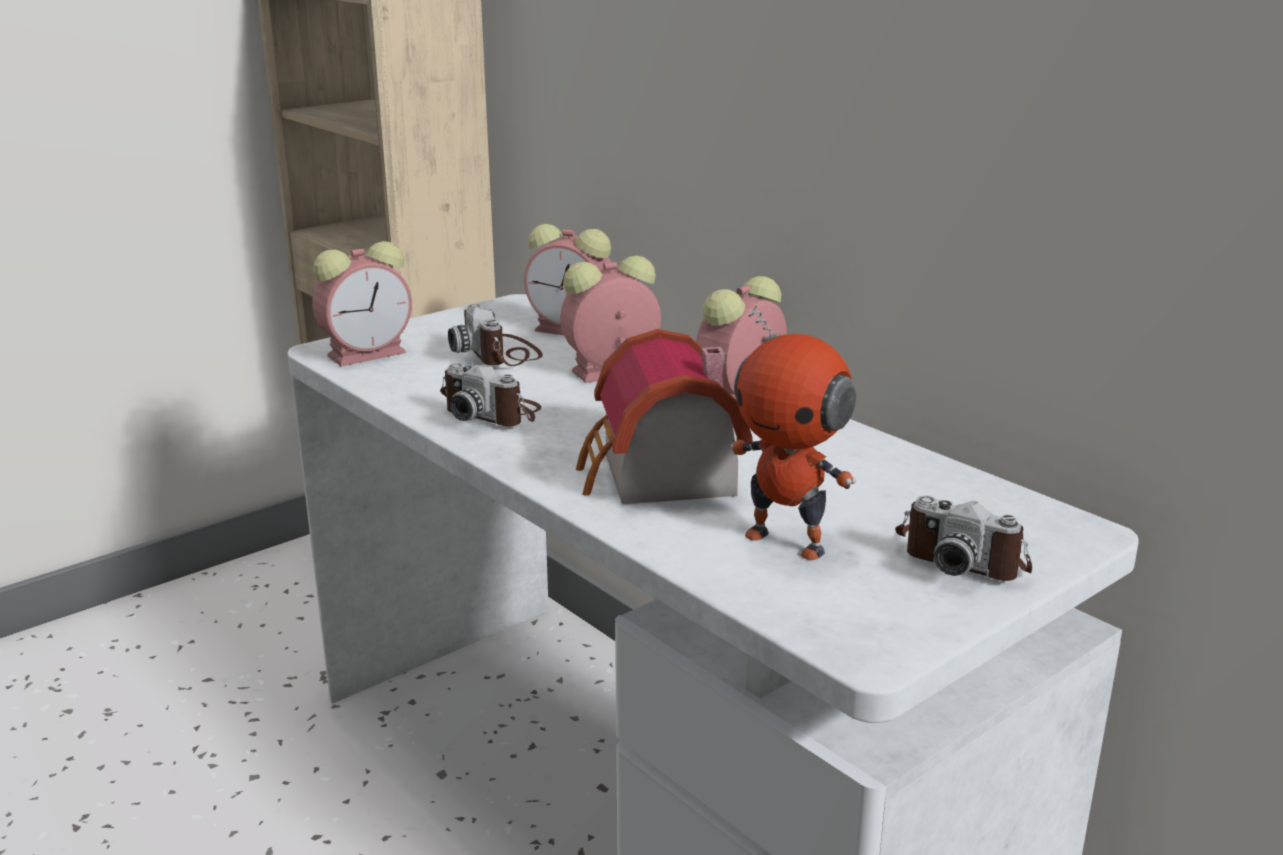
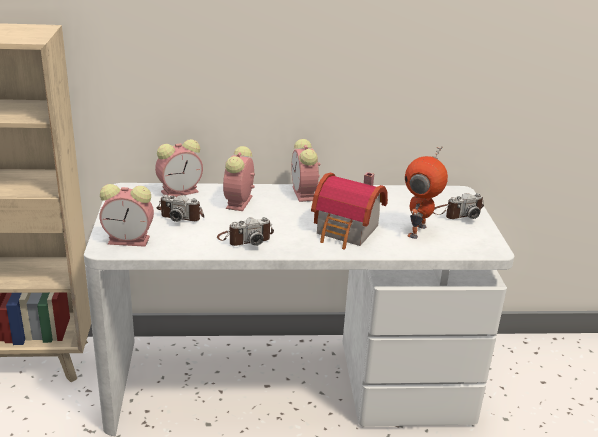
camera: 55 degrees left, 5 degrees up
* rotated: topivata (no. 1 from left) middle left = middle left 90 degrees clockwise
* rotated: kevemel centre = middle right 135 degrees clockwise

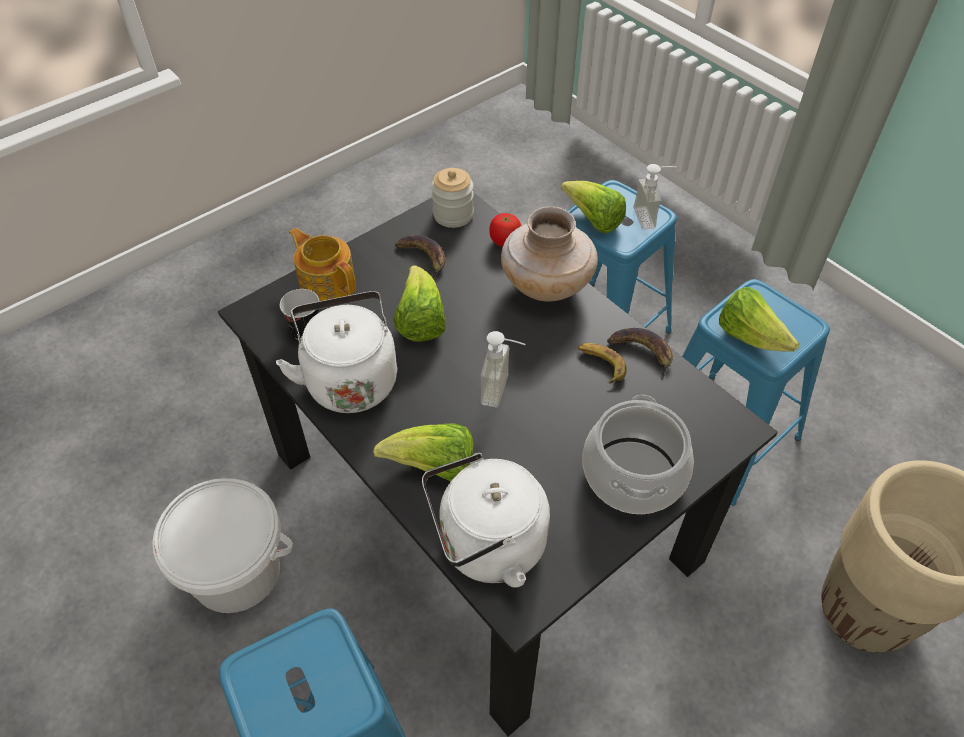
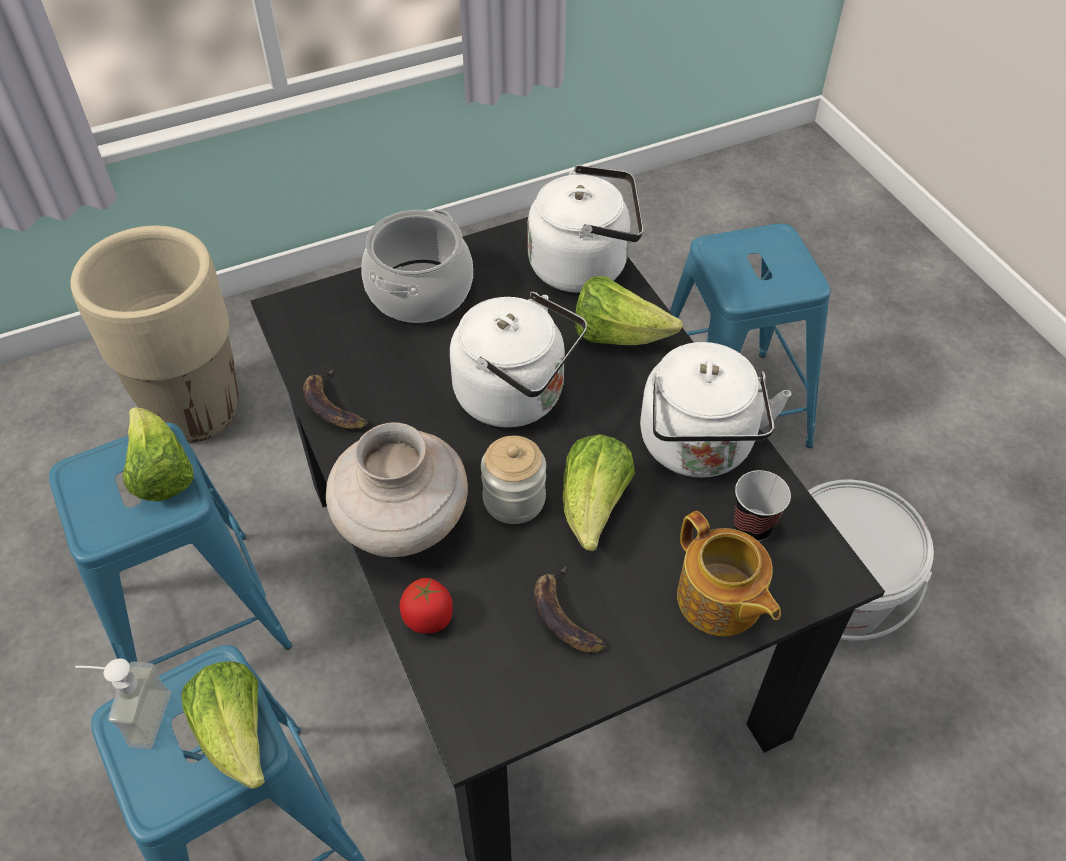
camera: 165 degrees left, 0 degrees up
* swapped: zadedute (no. 1 from left) centre to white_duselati (no. 1 from left) centre
* shifted: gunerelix top centre to centre
* gone: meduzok (no. 2 from left) centre

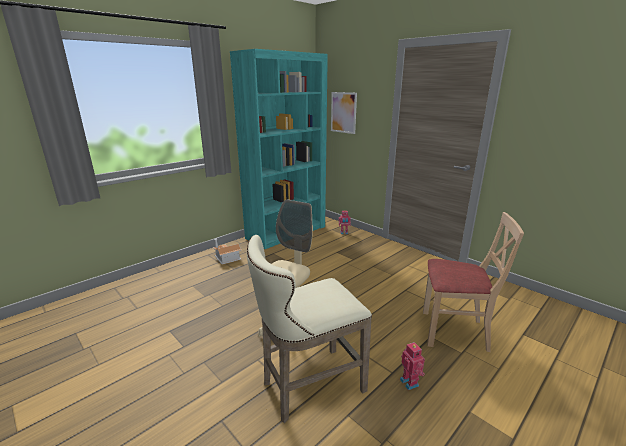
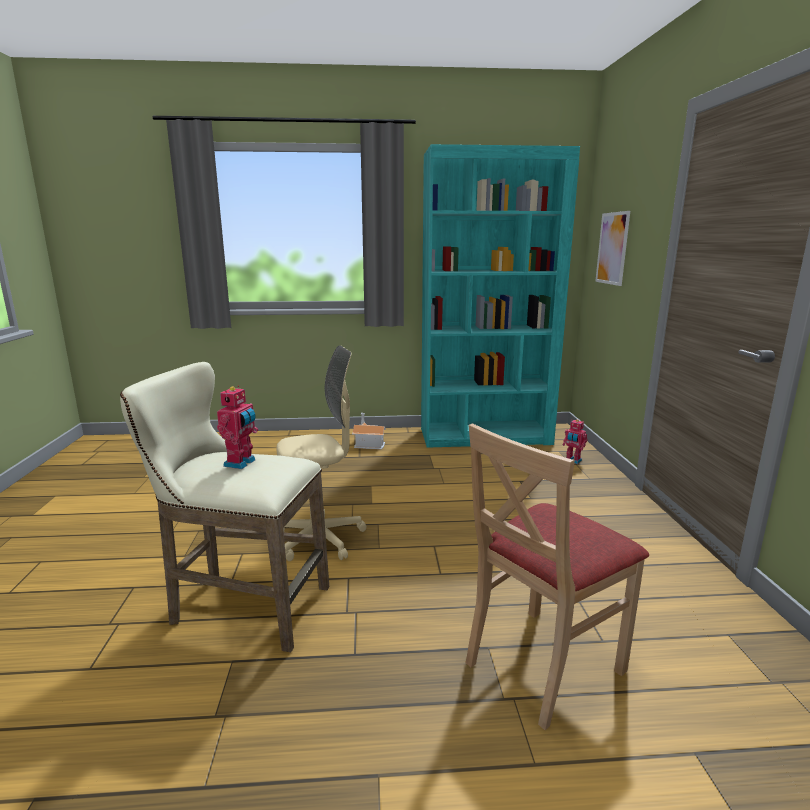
camera: 40 degrees right, 5 degrees down
* shifted: kevemel (no. 2 from left in the first image) bottom centre to kevemel (no. 1 from left) middle left
* rotated: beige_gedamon middle right = bottom right 90 degrees clockwise

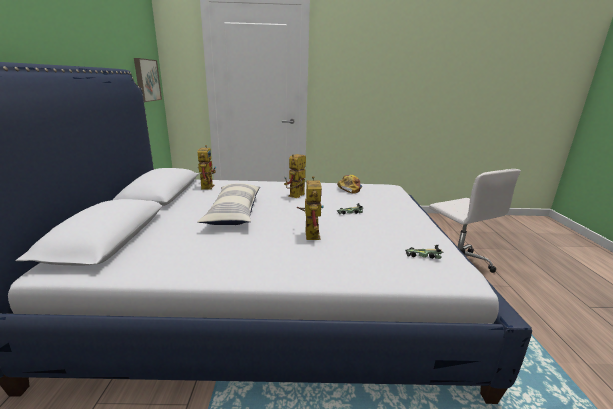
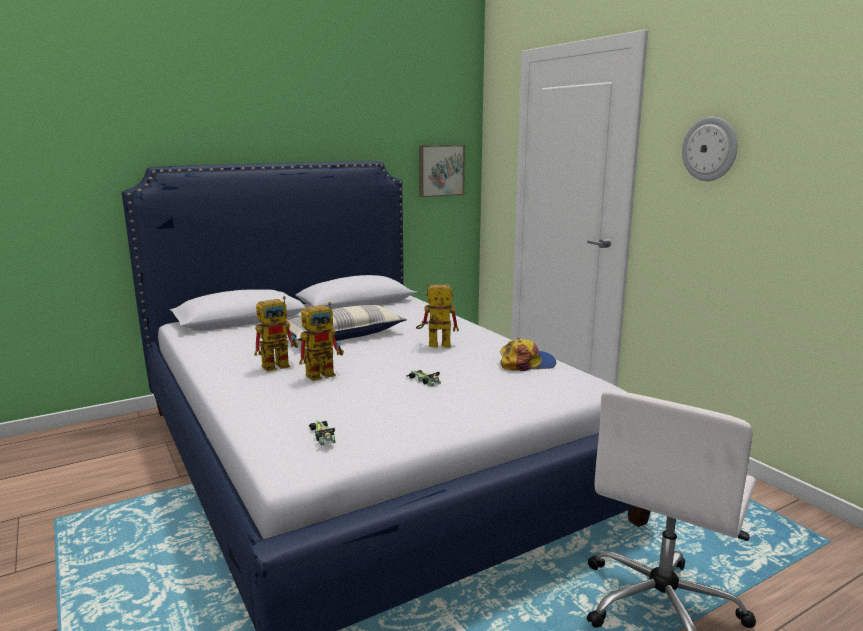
camera: 60 degrees right, 5 degrees down
* shifted: kevemel (no. 1 from left) centre to middle left
* new: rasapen top right

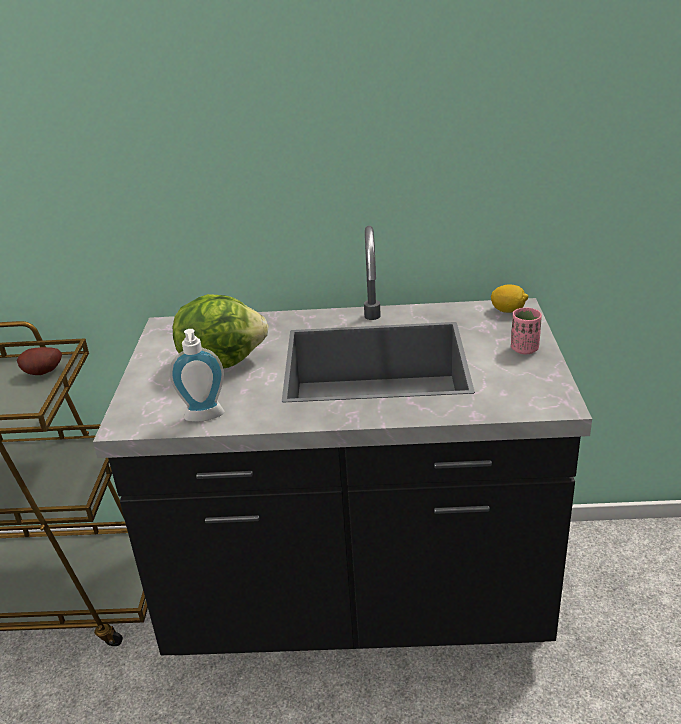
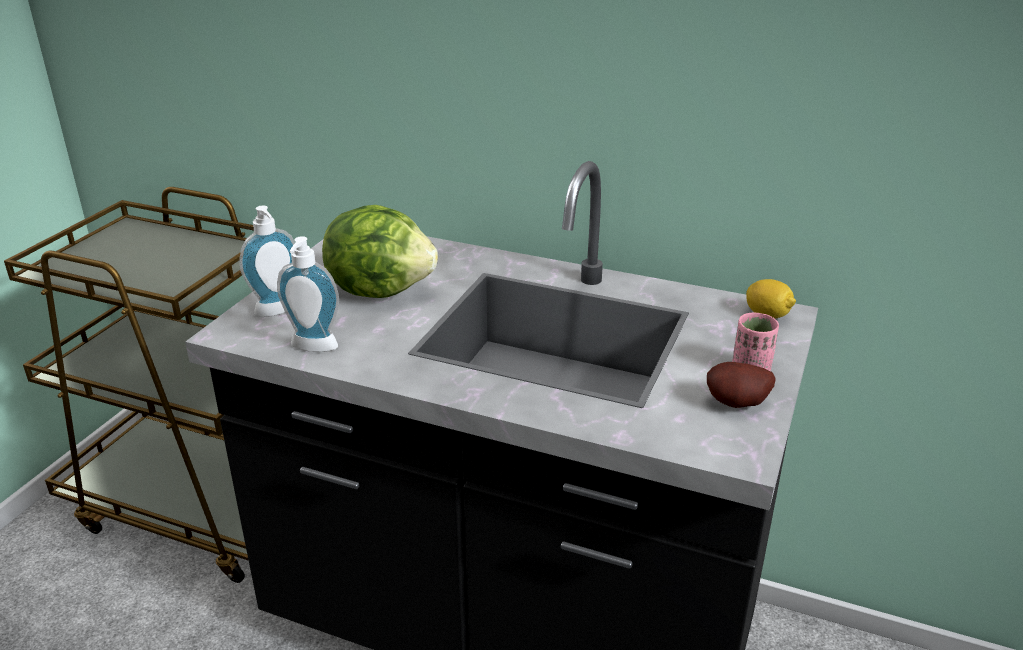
camera: 20 degrees right, 0 degrees up
* new: zadedute (no. 1 from left) middle left
* shifted: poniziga middle left to middle right

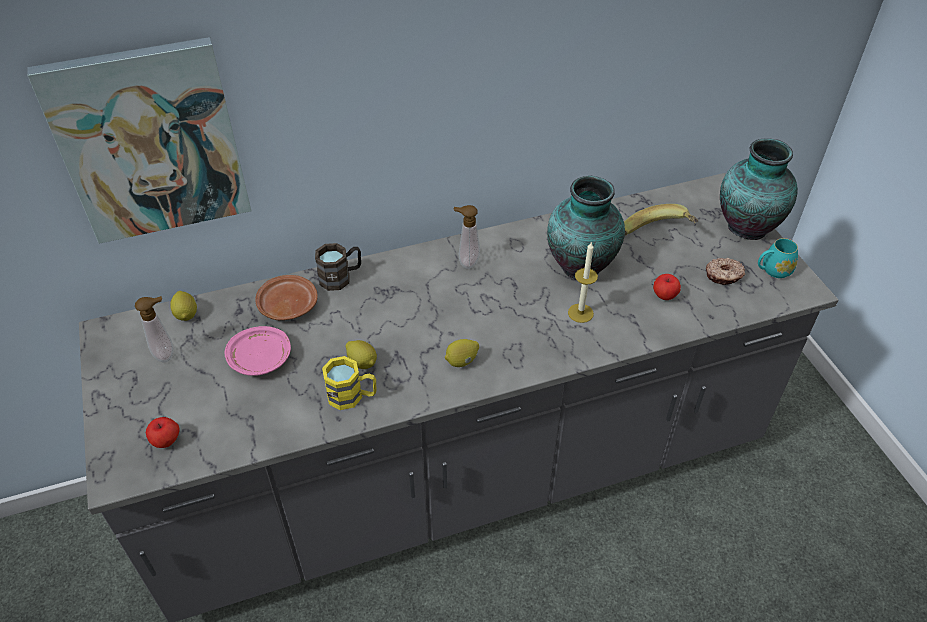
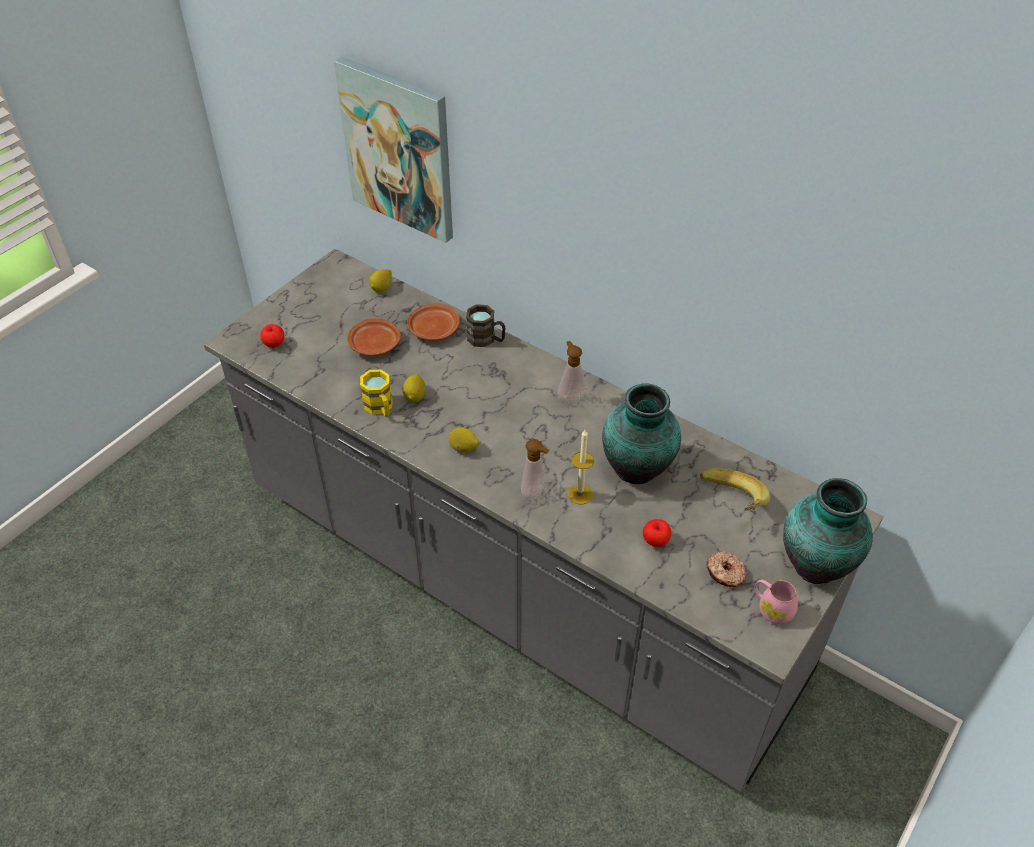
camera: 55 degrees right, 0 degrees up
* repainted: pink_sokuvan middle left to brown_sokuvan (no. 1 from left) centre
* shifted: zadedute (no. 1 from left) middle left to centre
* repainted: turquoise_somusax middle right to pink_somusax bottom right

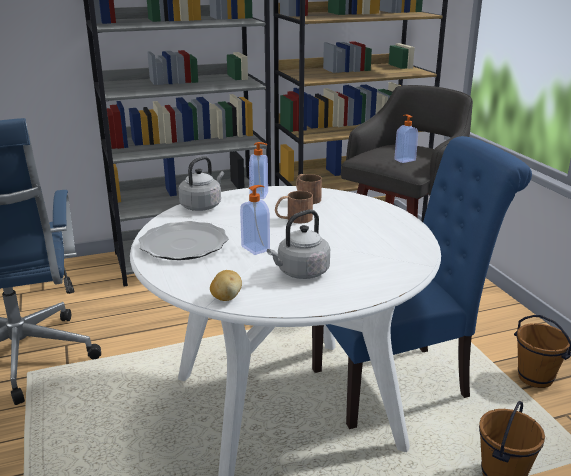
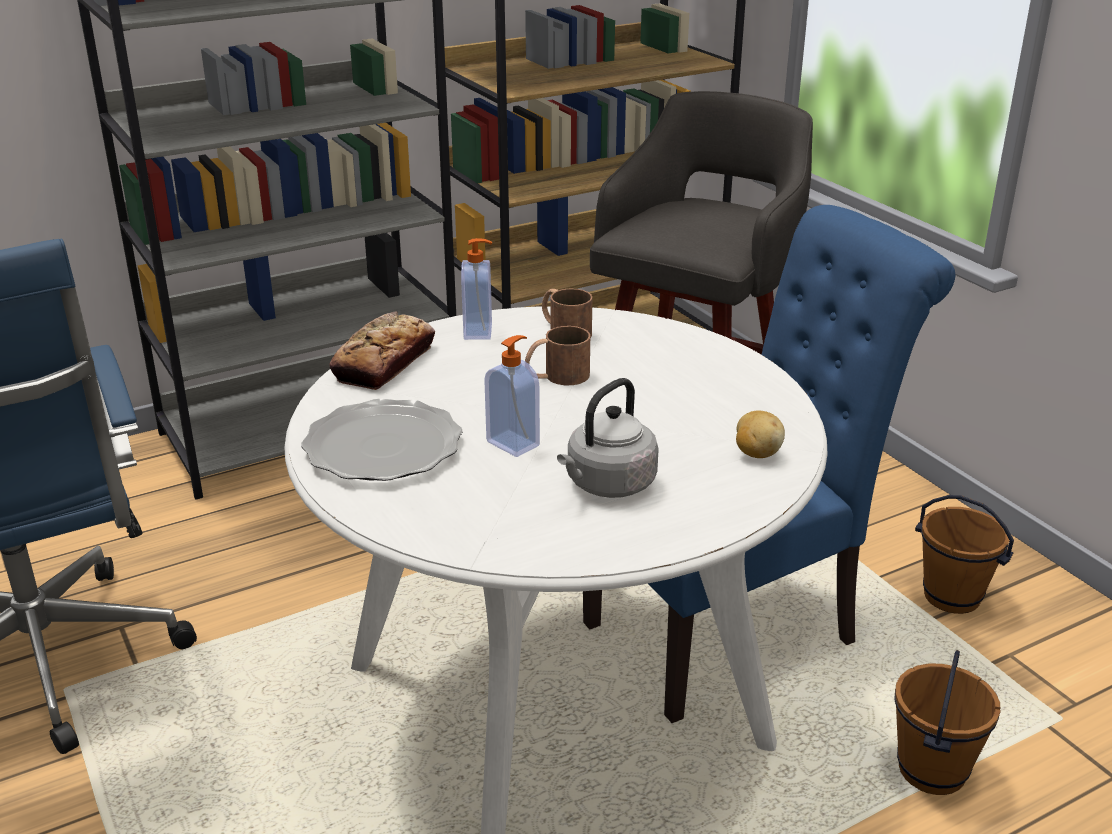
camera: 10 degrees left, 5 degrees up
* swapped: grey_duselati (no. 1 from left) centre to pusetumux centre
* shifted: poniziga centre to middle right
* gone: zadedute (no. 3 from left) top right

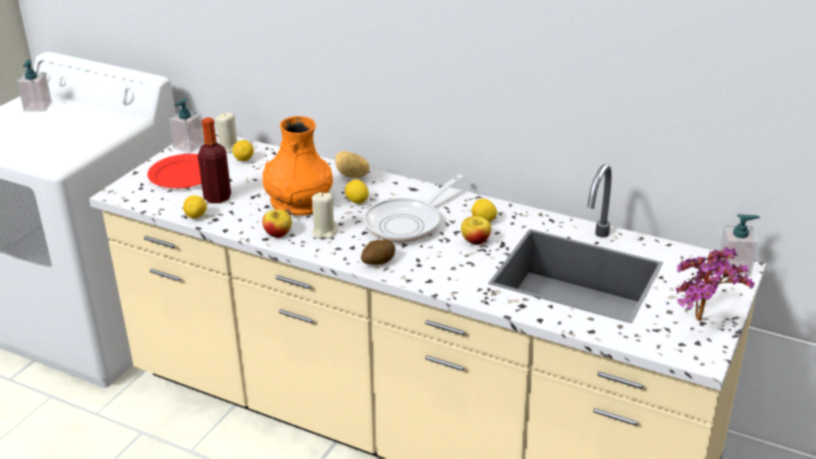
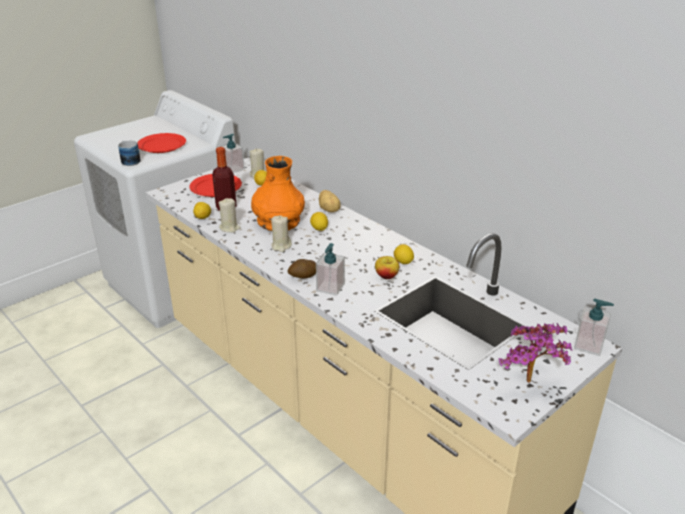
camera: 20 degrees right, 0 degrees up
* new: somusax top left
* new: red_sokuvan (no. 1 from left) top left
* new: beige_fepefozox (no. 1 from left) centre
* shifted: zadedute (no. 1 from left in the first image) top left to zadedute (no. 2 from left) centre
* gone: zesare (no. 1 from left) centre
* gone: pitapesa centre

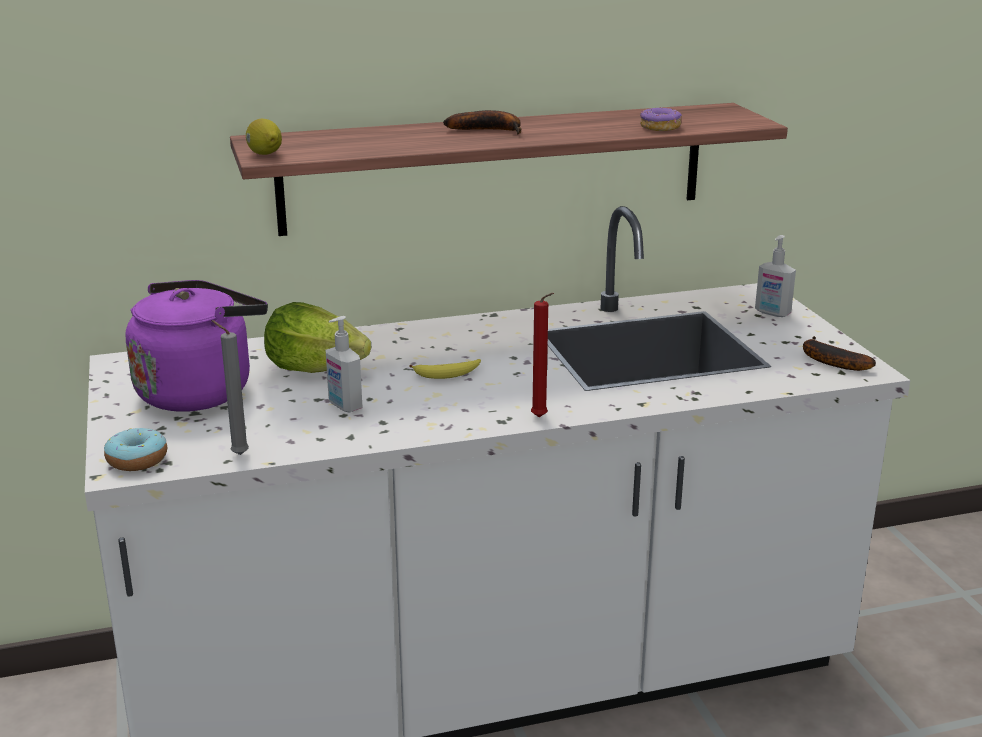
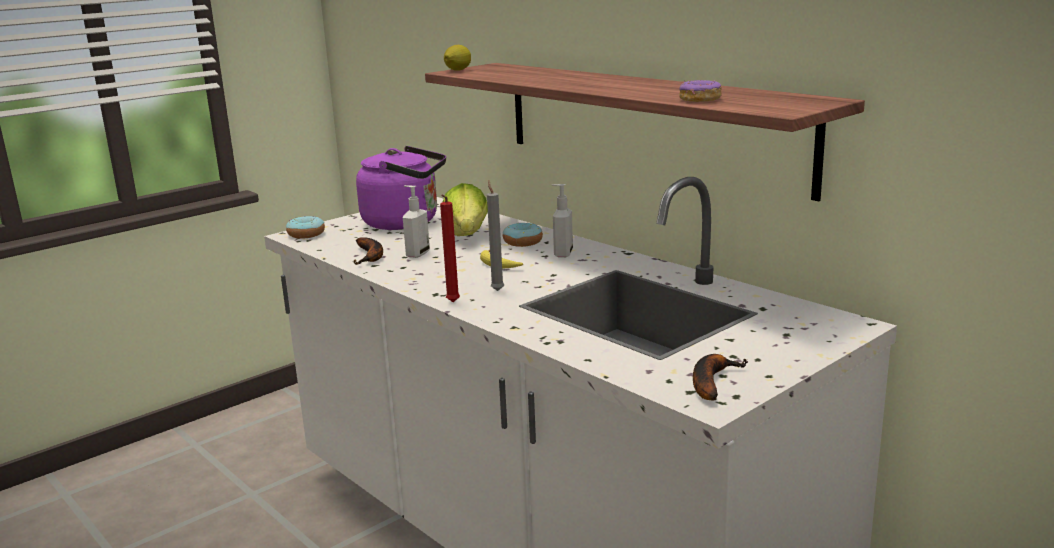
camera: 65 degrees right, 5 degrees down
* shifted: meduzok (no. 2 from left in the first image) top centre to meduzok (no. 1 from left) centre
* shifted: grey_fepefozox middle left to centre
* new: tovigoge (no. 2 from left) centre
* shifted: zadedute (no. 2 from left) middle right to centre

